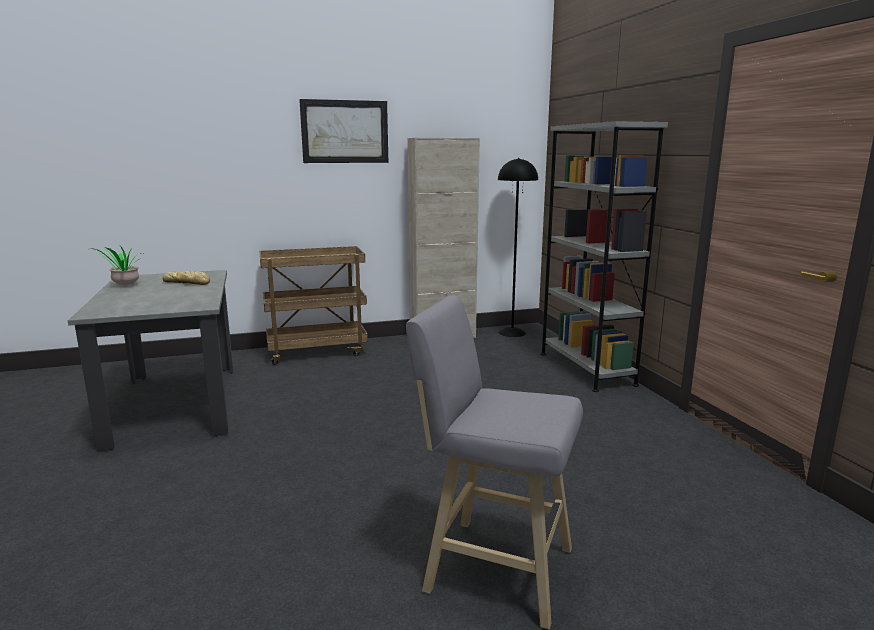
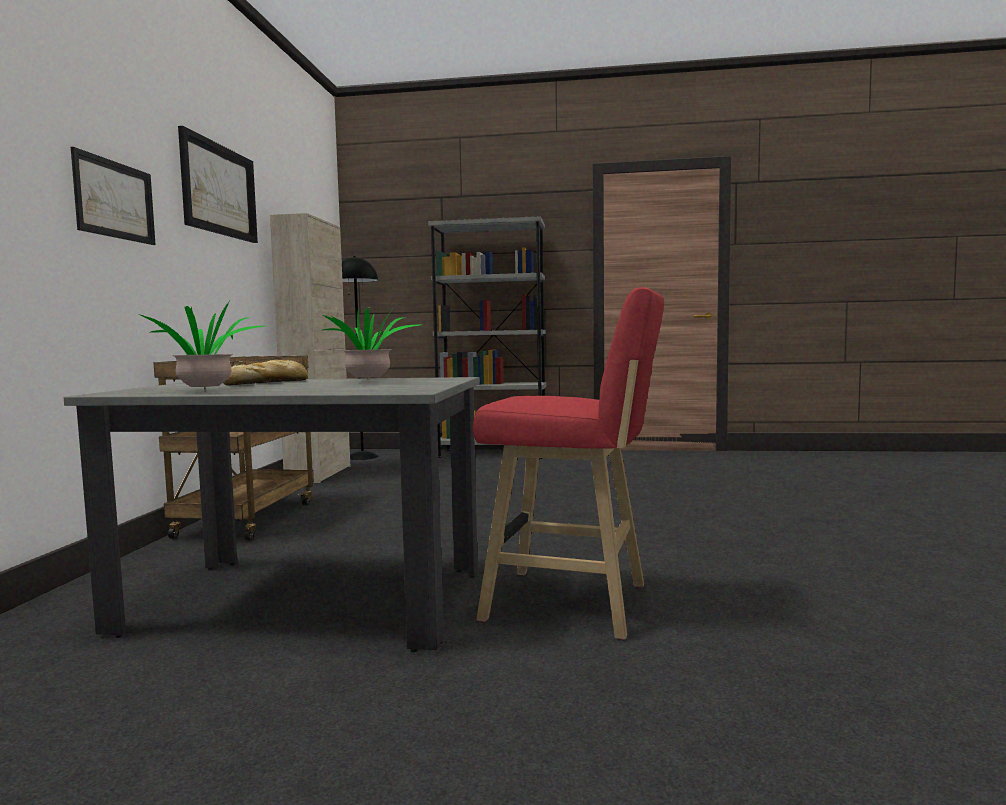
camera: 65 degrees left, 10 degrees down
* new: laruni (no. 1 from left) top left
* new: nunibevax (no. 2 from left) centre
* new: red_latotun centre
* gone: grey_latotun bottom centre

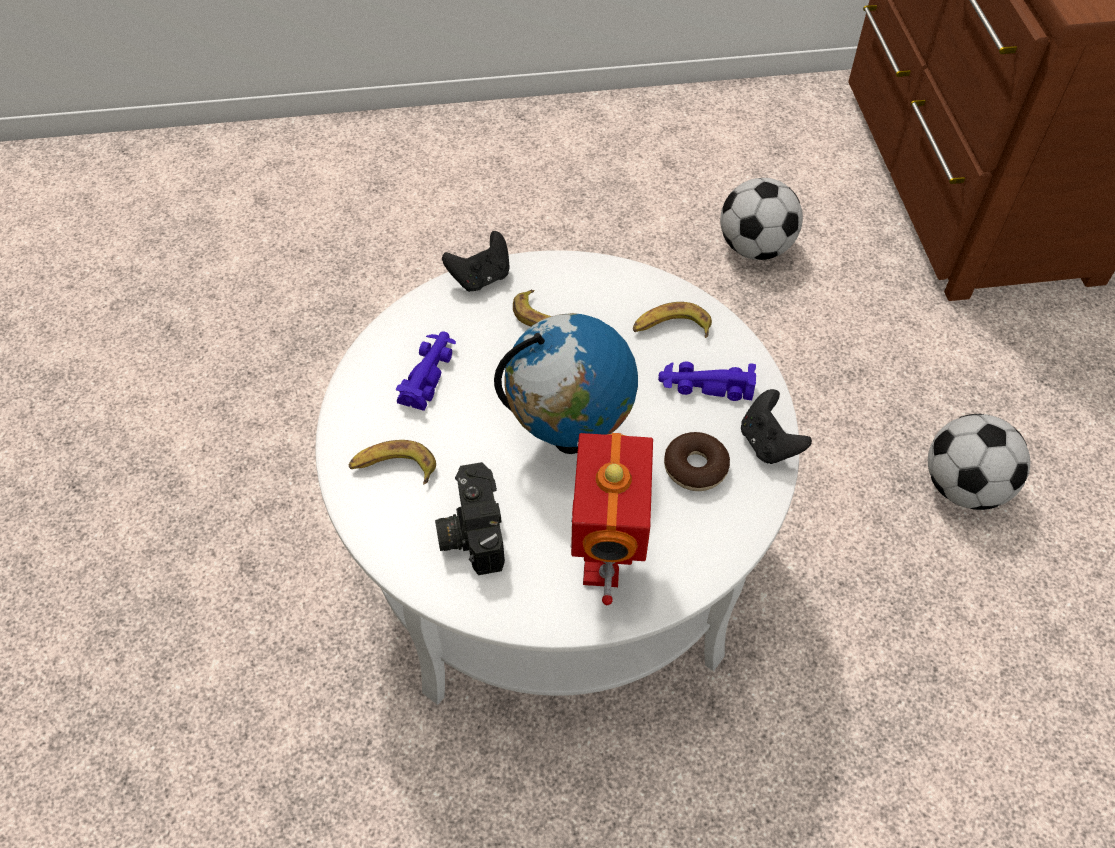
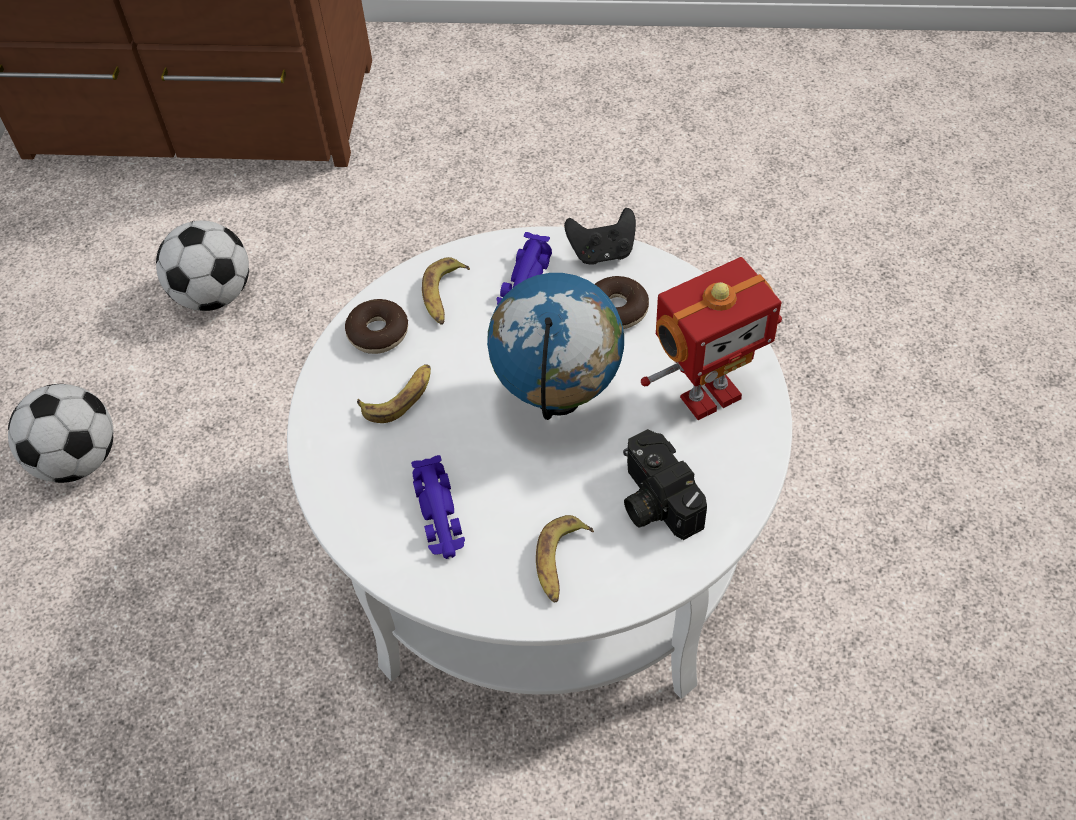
camera: 75 degrees left, 0 degrees up
* shifted: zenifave (no. 2 from left in the first image) middle right to zenifave (no. 1 from left) middle left
* new: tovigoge (no. 1 from left) centre
* rotated: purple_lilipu (no. 1 from left) centre = centre 135 degrees counterclockwise
* rotated: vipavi centre = centre 60 degrees clockwise
* rotated: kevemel centre = centre 45 degrees counterclockwise
* gone: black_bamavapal (no. 1 from left) top centre

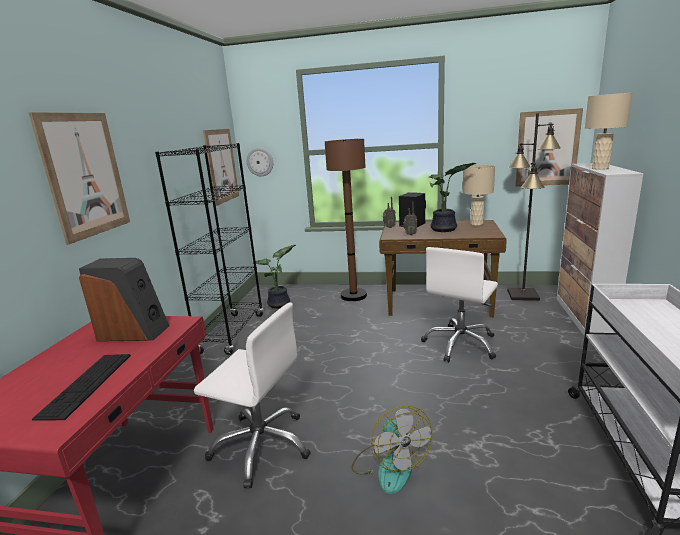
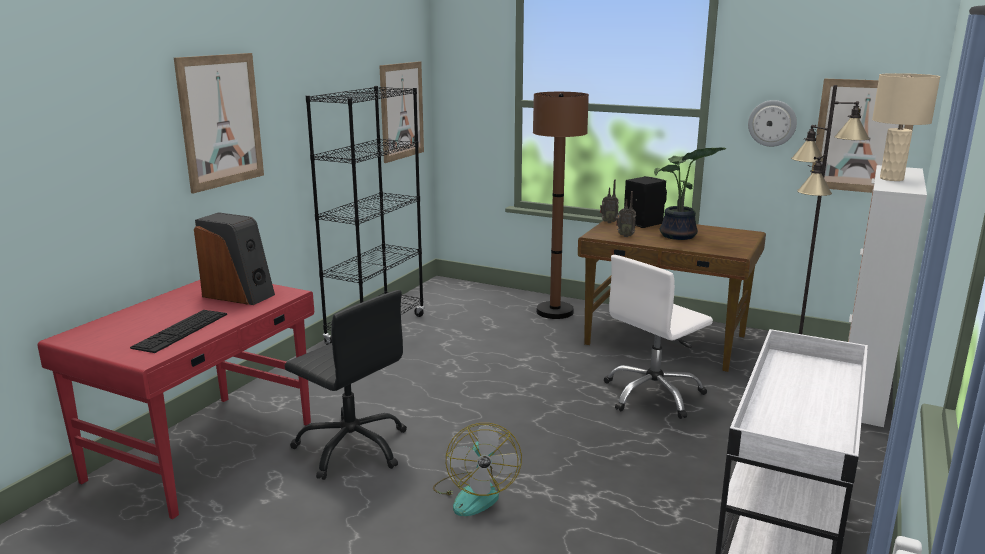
camera: 15 degrees right, 0 degrees up
* repainted: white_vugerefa (no. 1 from left) bottom centre to black_vugerefa bottom centre
* shifted: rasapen top centre to top right
* gone: nunibevax (no. 1 from left) centre
* gone: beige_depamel (no. 1 from left) middle right

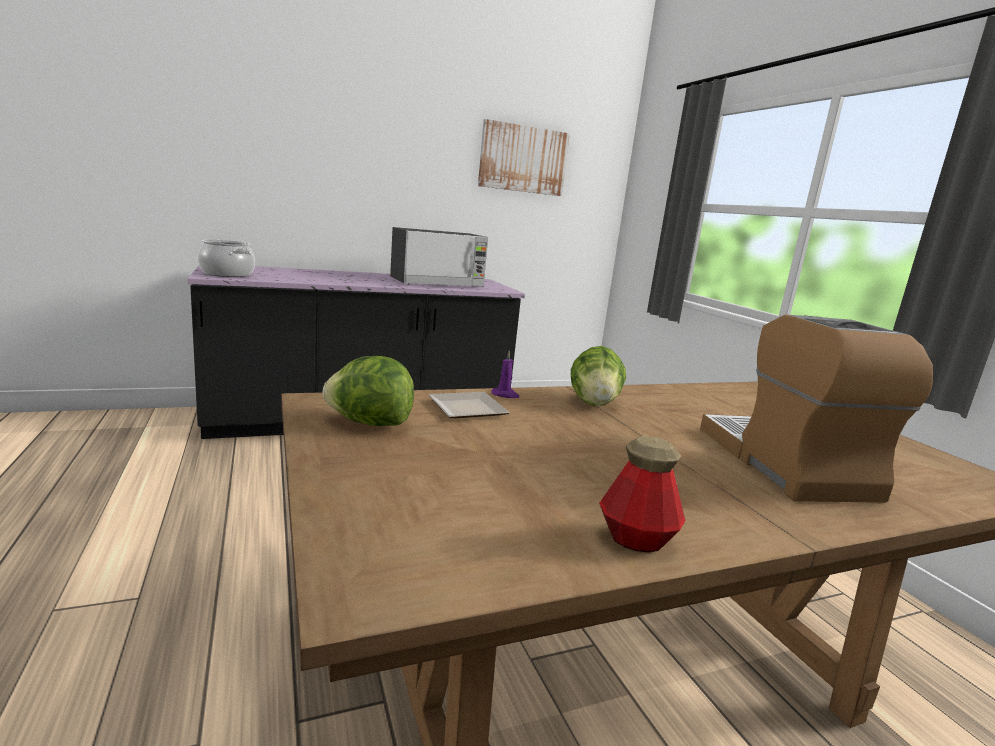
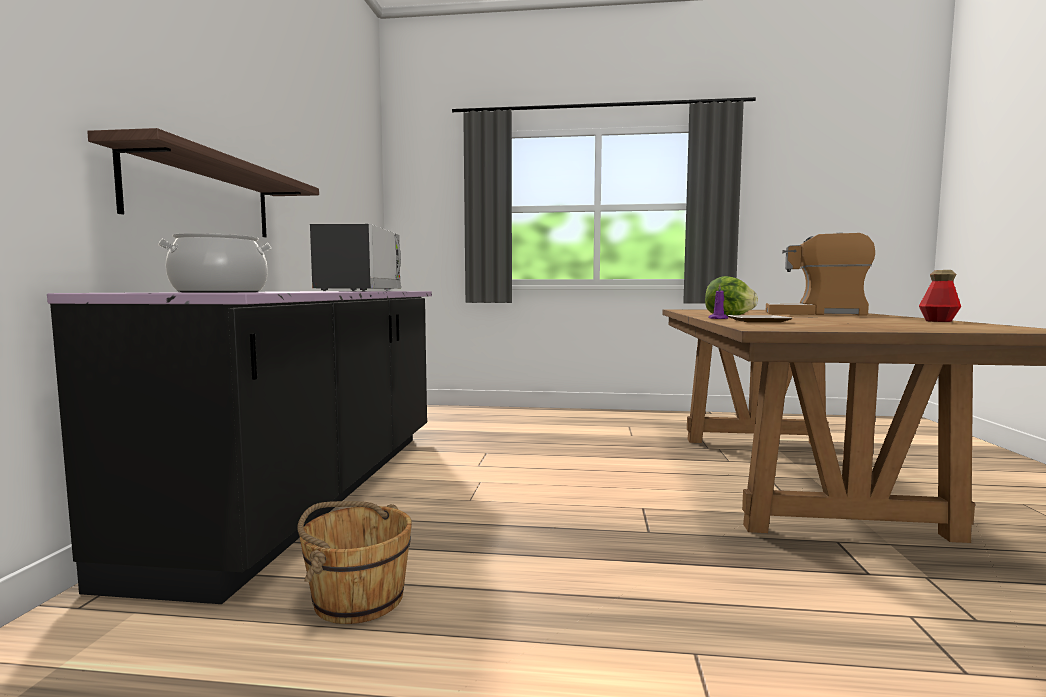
camera: 60 degrees left, 10 degrees down
* new: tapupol top left
* new: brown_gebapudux bottom centre
* gone: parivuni (no. 1 from left) centre
* gone: laruni top centre

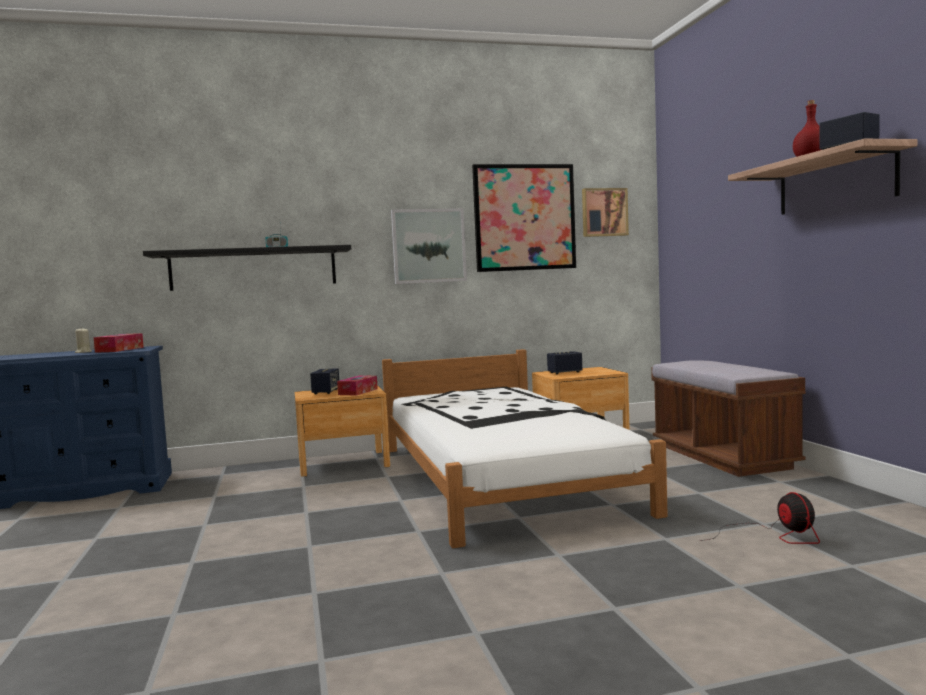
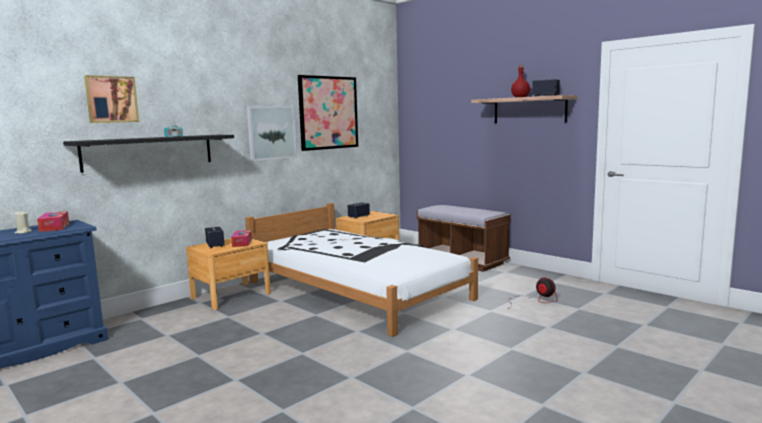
camera: 30 degrees left, 5 degrees up
* shifted: laruni (no. 3 from left in the first image) top centre to laruni (no. 1 from left) top left

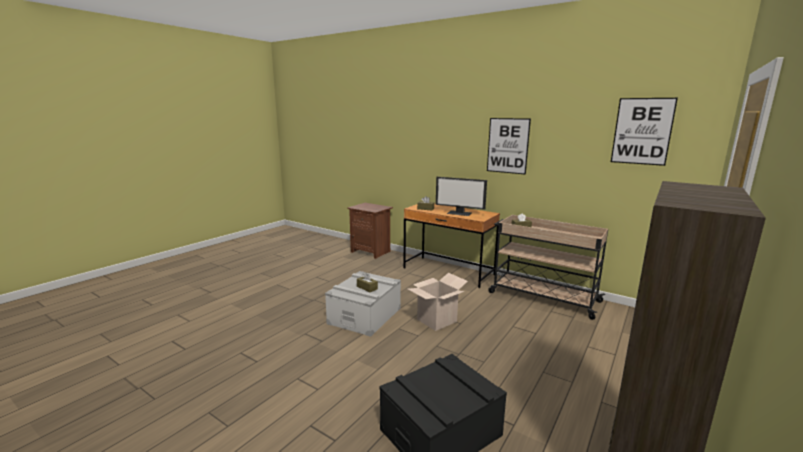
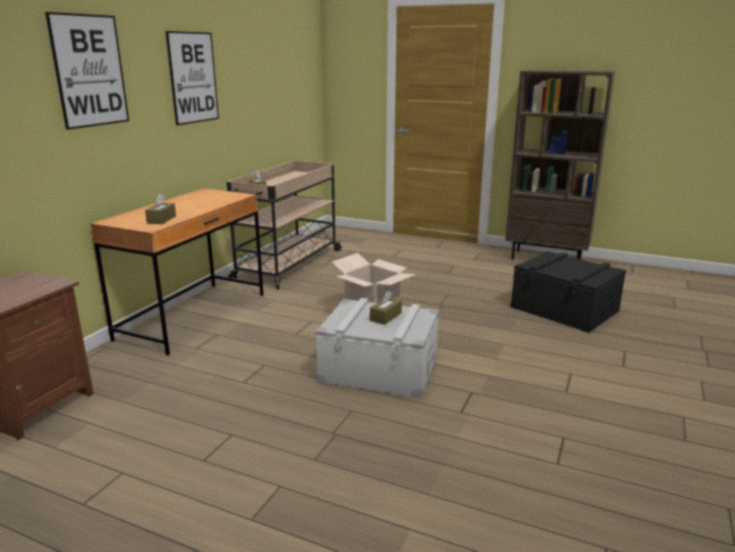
camera: 100 degrees left, 5 degrees up
* shifted: laruni (no. 2 from left in the first image) top right to laruni (no. 1 from left) top left
* gone: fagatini centre

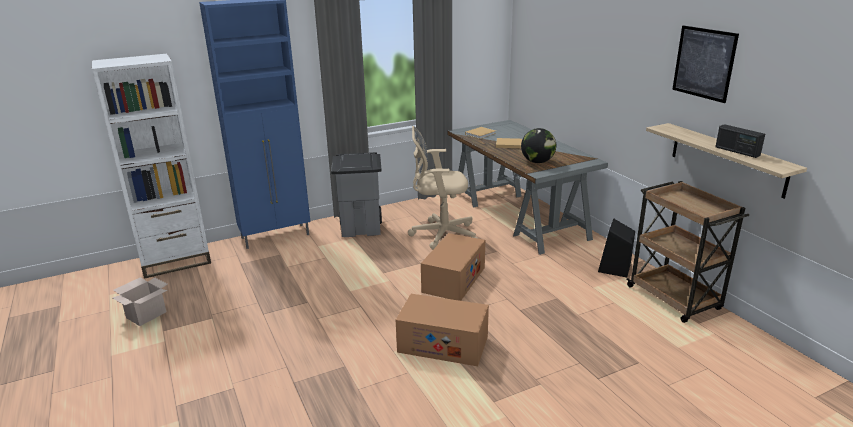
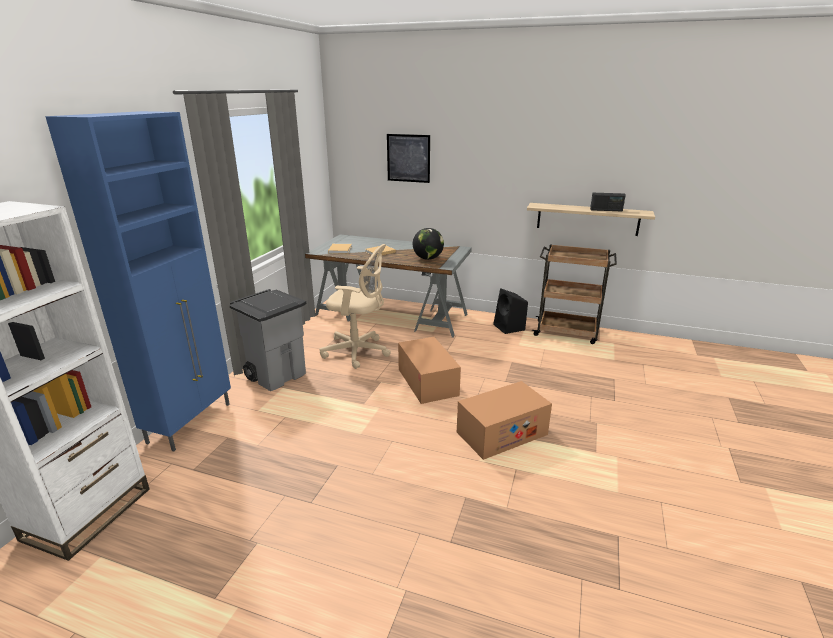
camera: 45 degrees left, 0 degrees up
* rotated: beige_vugerefa centre = centre 120 degrees counterclockwise
* shifted: laruni top right to top centre
* gone: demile (no. 1 from left) bottom left

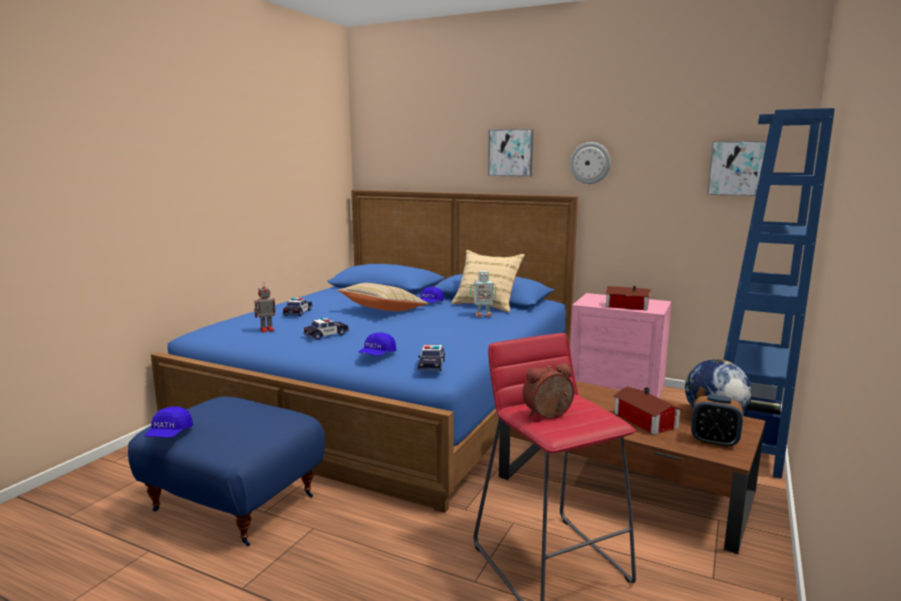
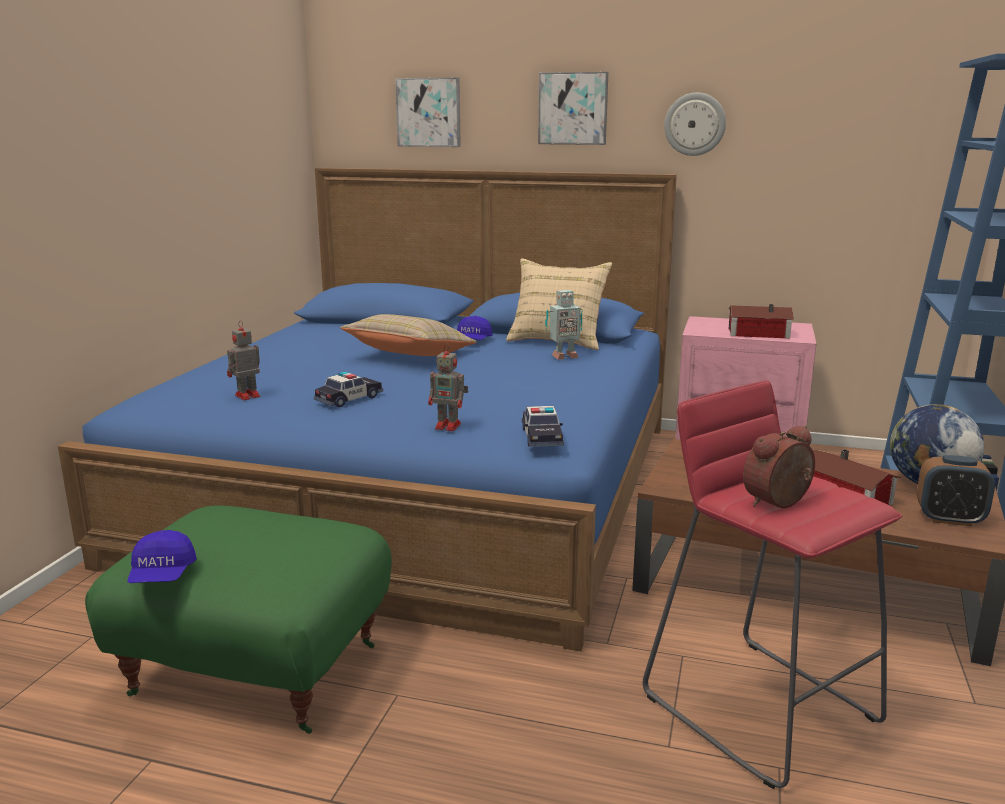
camera: 10 degrees left, 5 degrees up
* repainted: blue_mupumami bottom left to green_mupumami bottom left
* shifted: laruni (no. 2 from left in the first image) top right to laruni (no. 1 from left) top centre
* swapped: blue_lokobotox (no. 2 from left) centre to kevemel (no. 2 from left) centre
* gone: lilipu (no. 1 from left) middle left

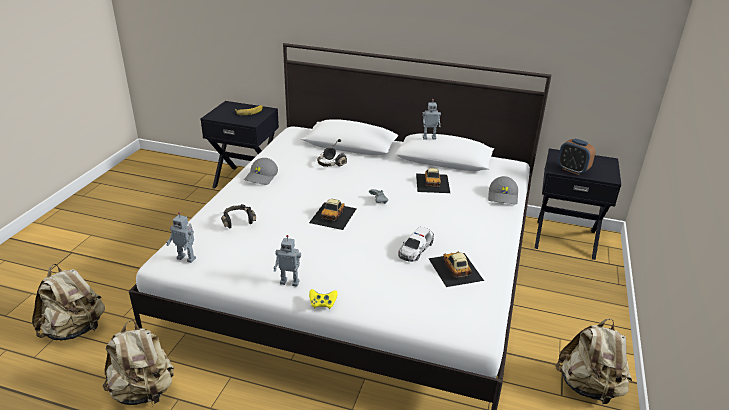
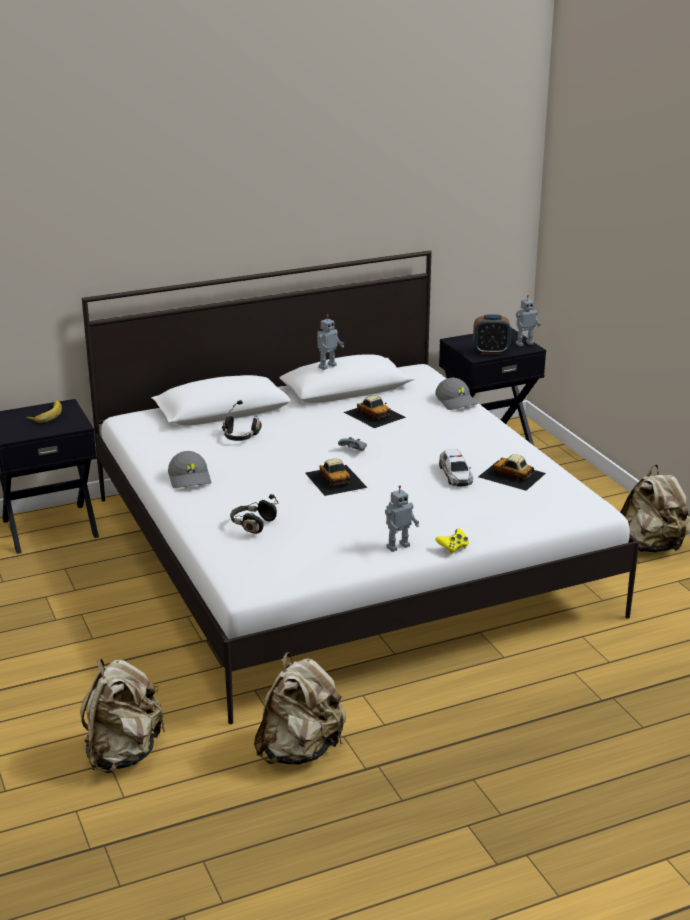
camera: 40 degrees left, 5 degrees down
* shifted: kevemel (no. 1 from left in the first image) middle left to kevemel (no. 3 from left) middle right

